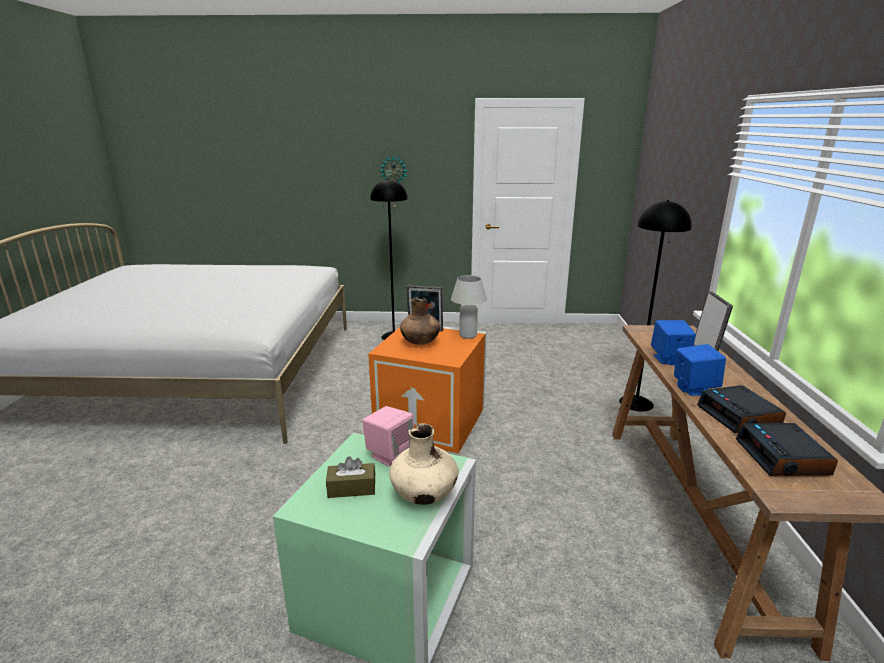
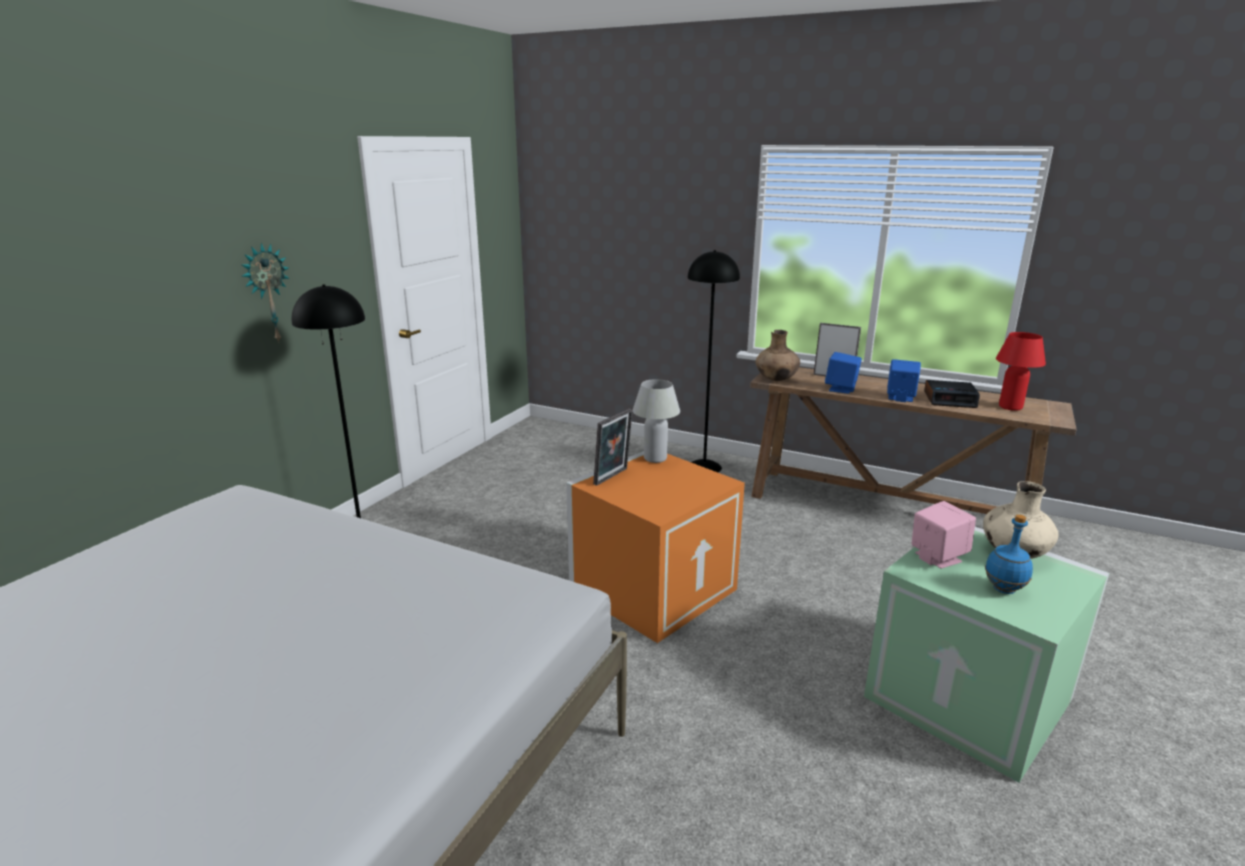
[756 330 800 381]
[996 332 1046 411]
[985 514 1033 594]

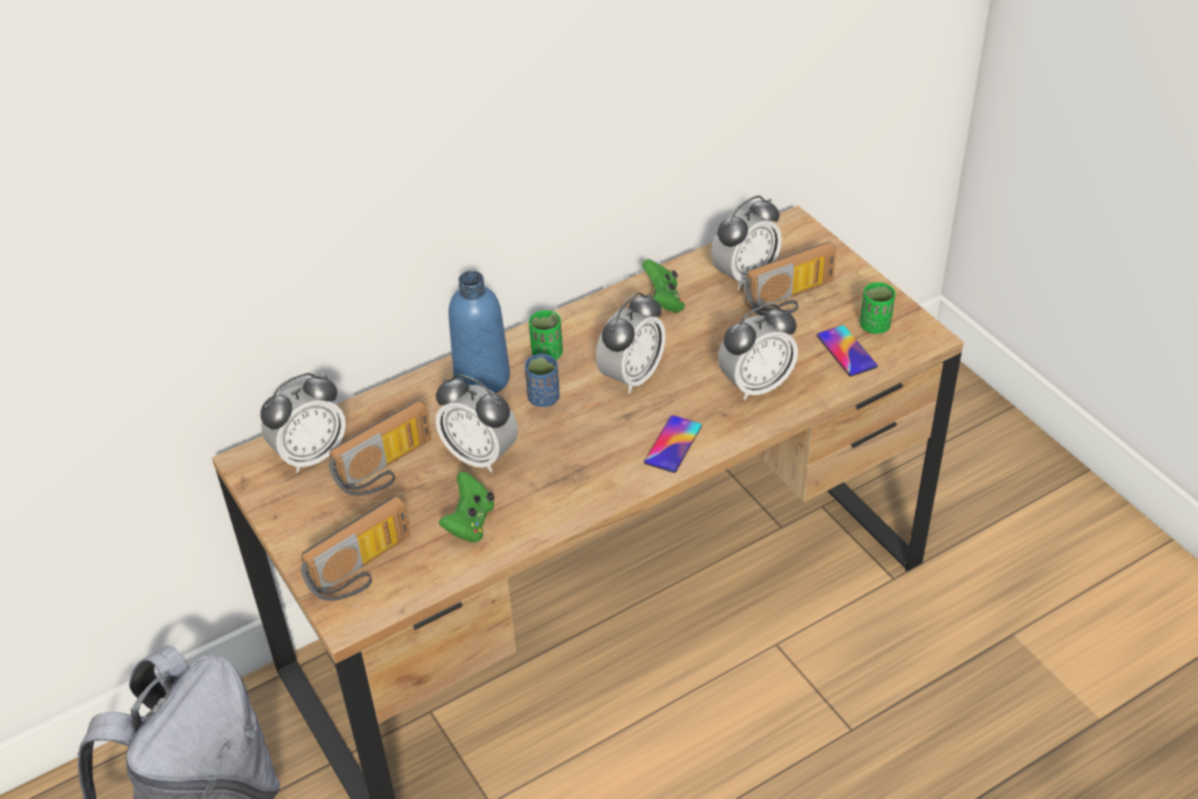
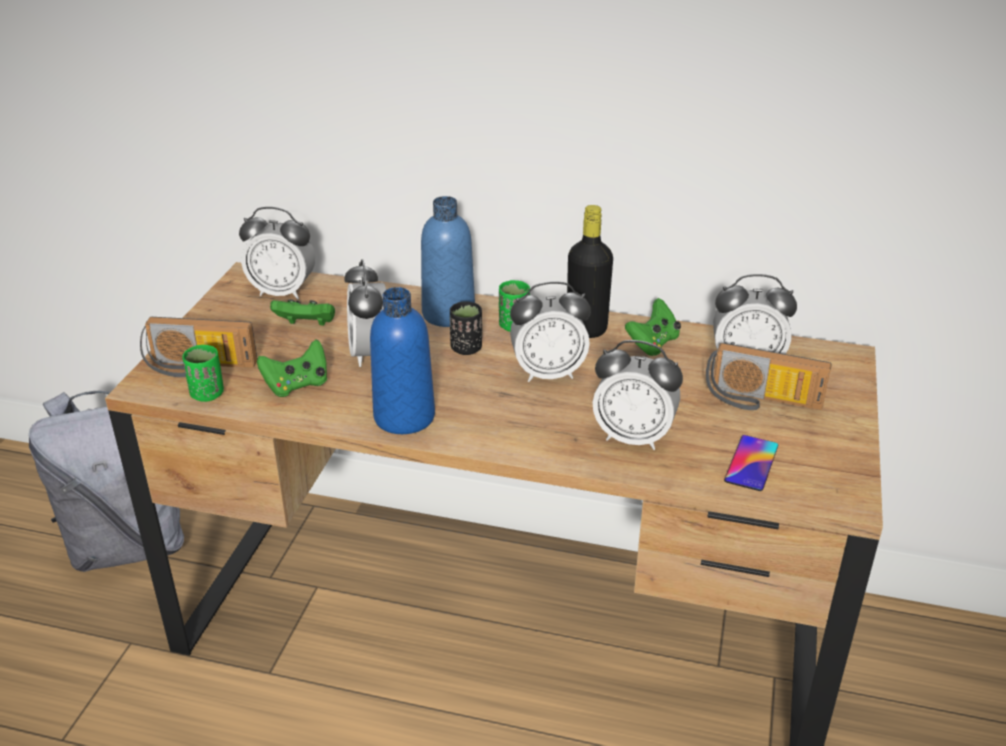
[182 345 224 402]
[450 301 482 355]
[270 299 335 326]
[644 415 702 473] (first image)
[567 205 613 338]
[370 287 435 434]

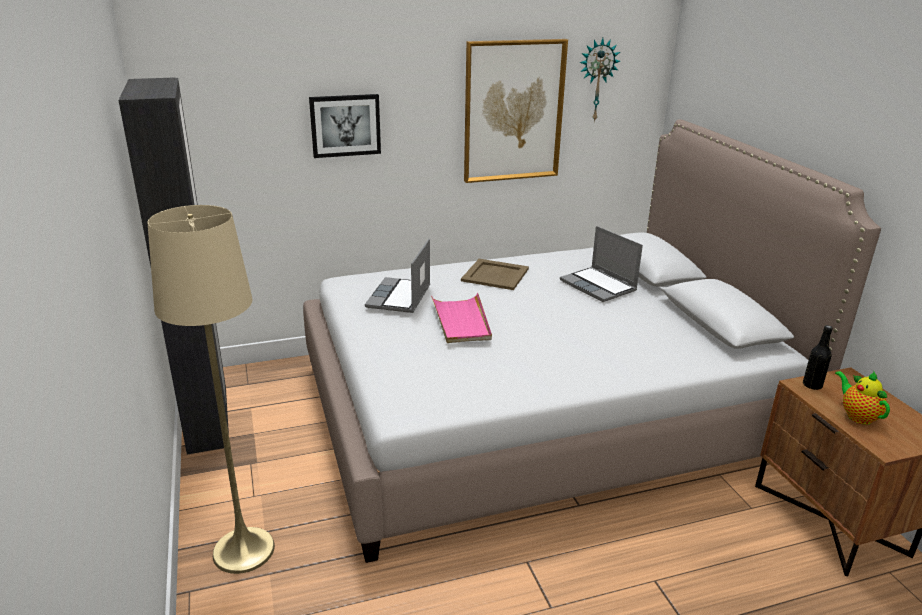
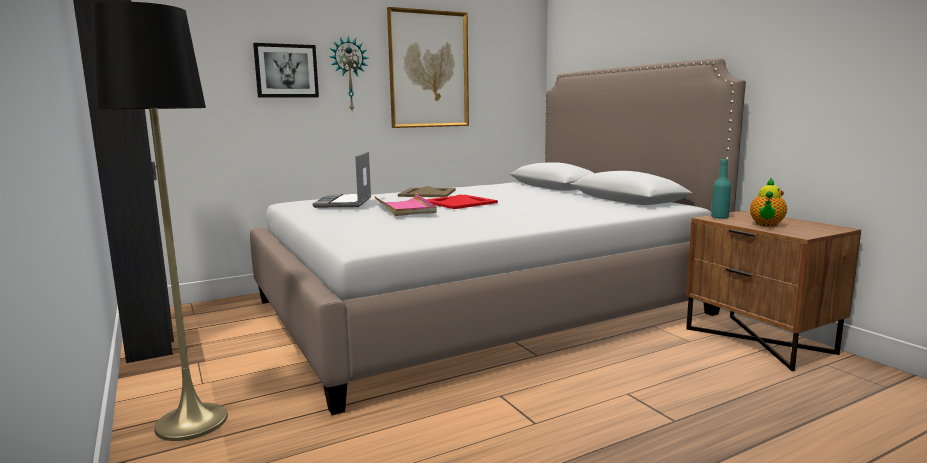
[330 36 368 110]
[93 2 228 441]
[560 226 643 302] (first image)
[711 159 731 219]
[750 178 787 227]
[426 194 498 209]

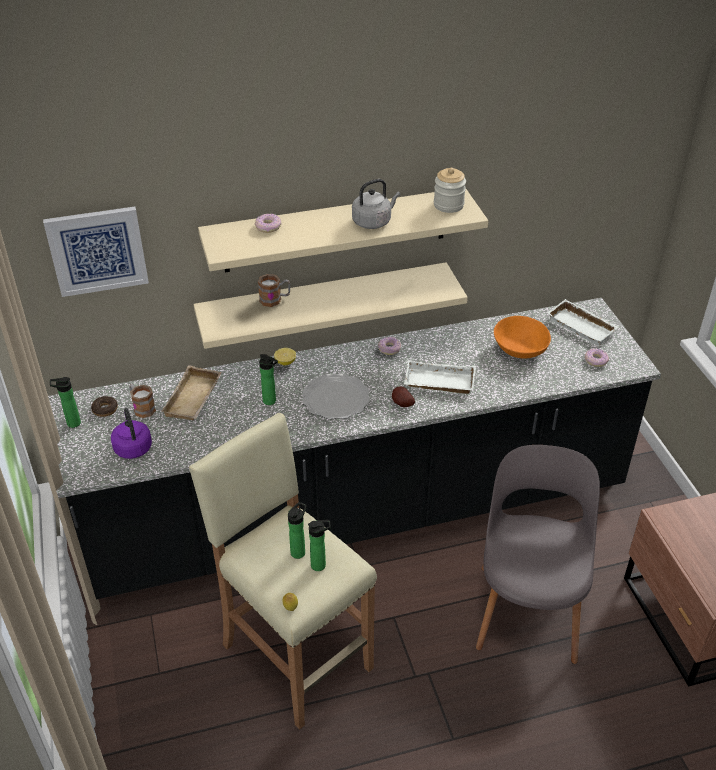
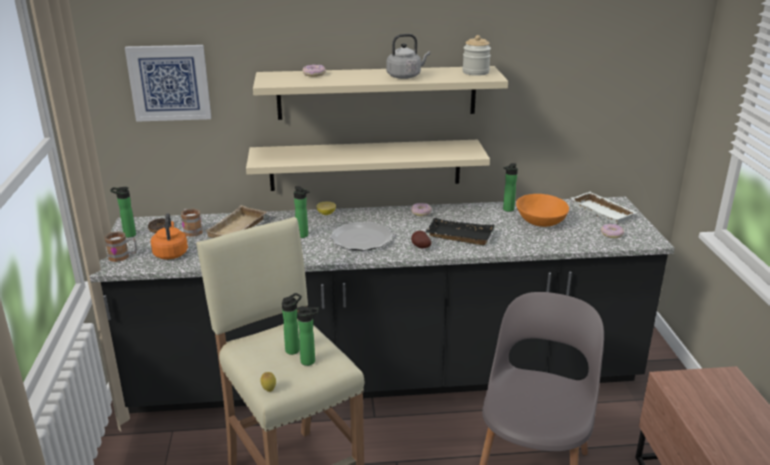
[104 231 137 262]
[426 218 495 245]
[151 213 188 259]
[503 163 518 212]

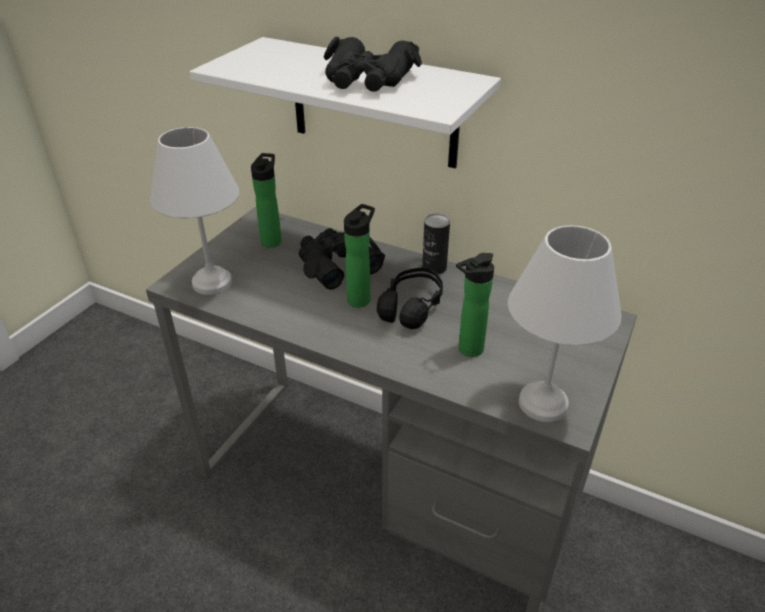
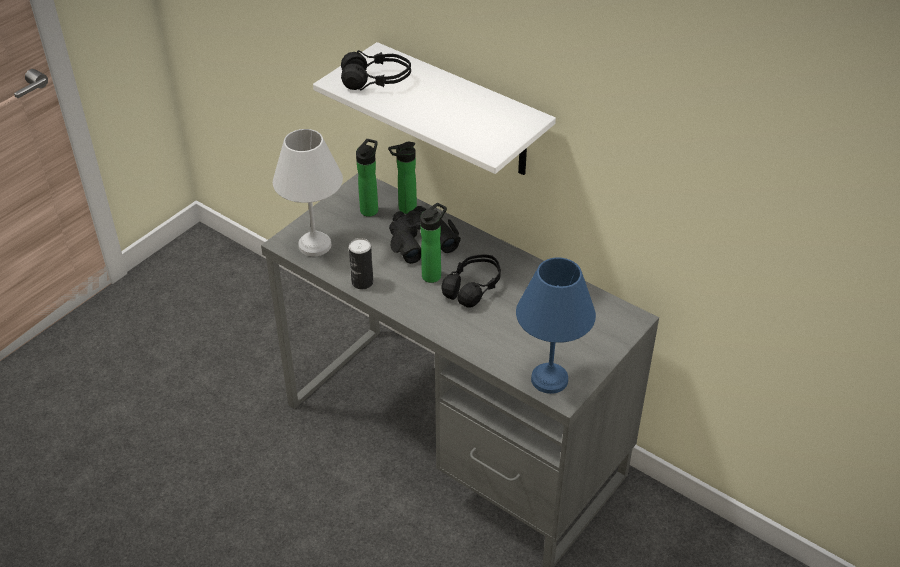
[324 36 422 92] (first image)
[349 238 373 290]
[516 257 596 394]
[388 142 417 214]
[341 50 411 90]

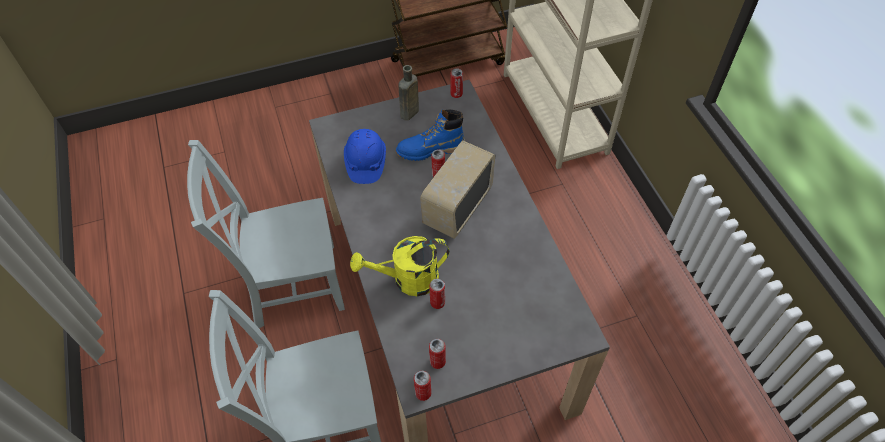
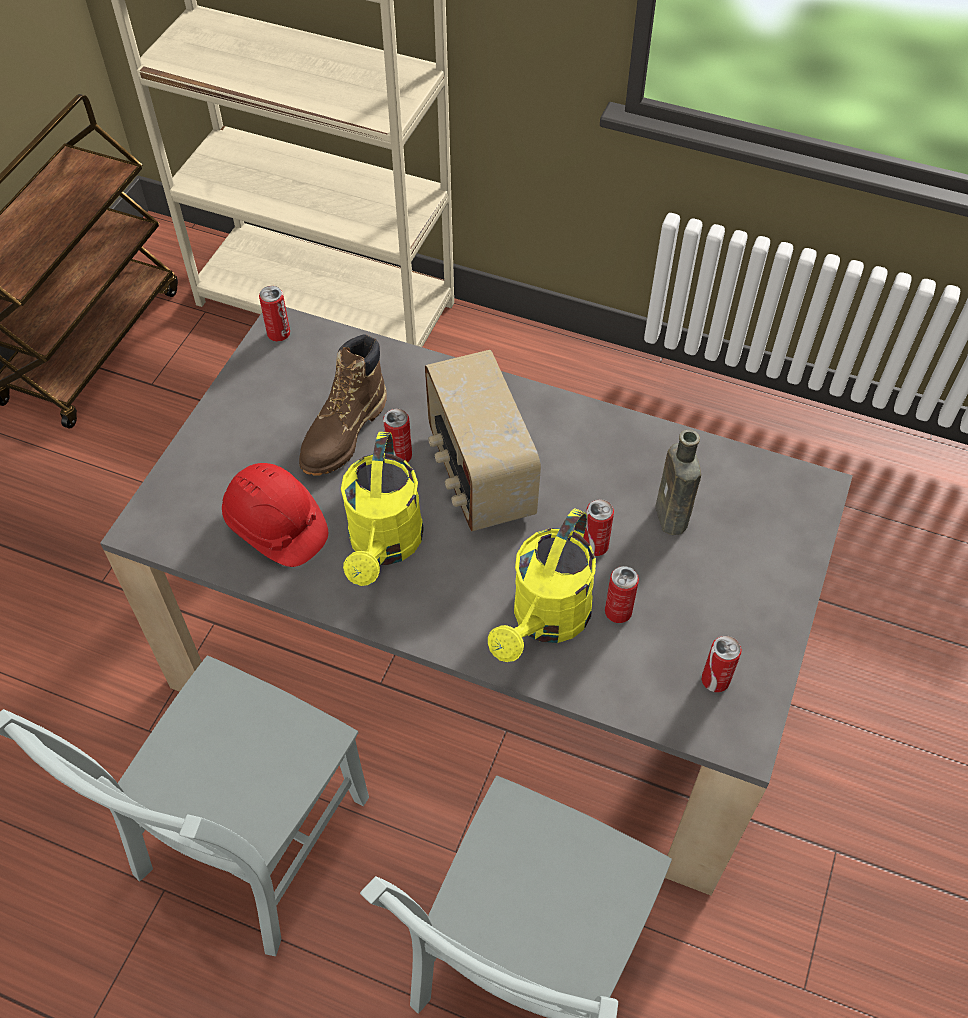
[655 430 701 535]
[299 334 387 476]
[222 463 328 567]
[583 499 614 556]
[341 432 424 586]

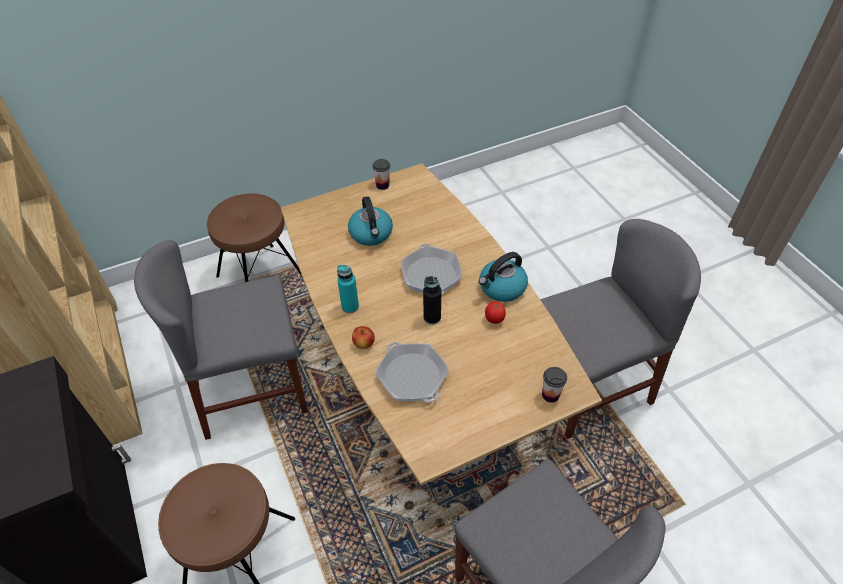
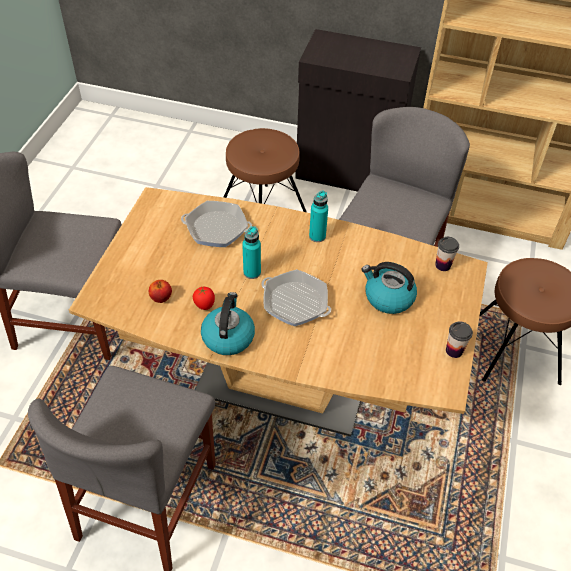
[242 226 261 279]
[149 280 172 303]
[435 237 459 271]

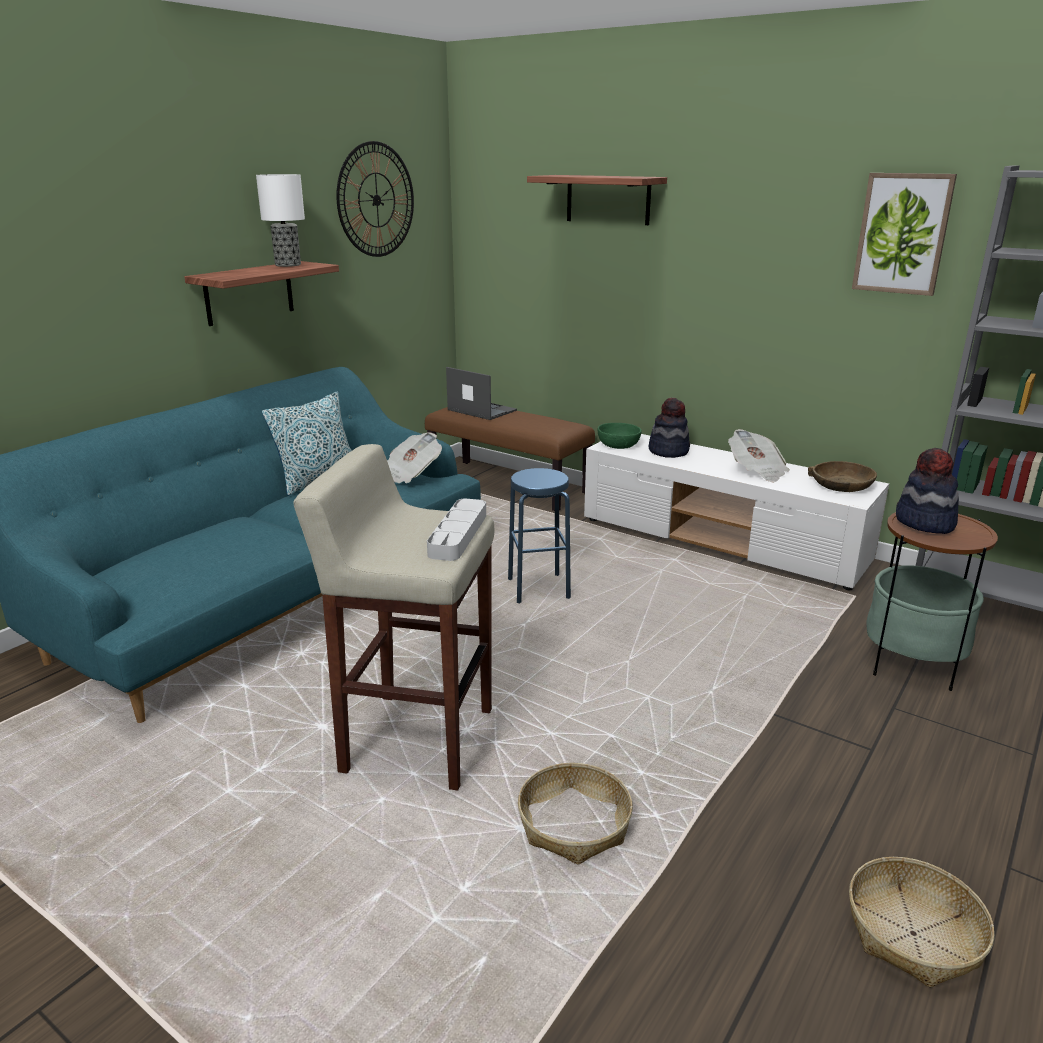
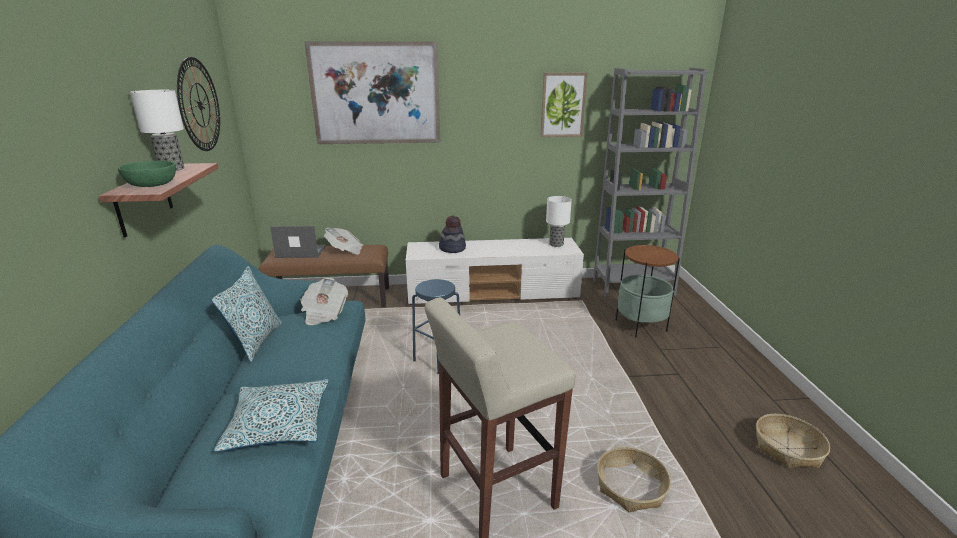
[304 41 440 144]
[118 161 176 187]
[324 228 363 254]
[896 448 959 534] (first image)
[546 196 572 247]
[427 498 486 561] (first image)
[214 379 329 452]

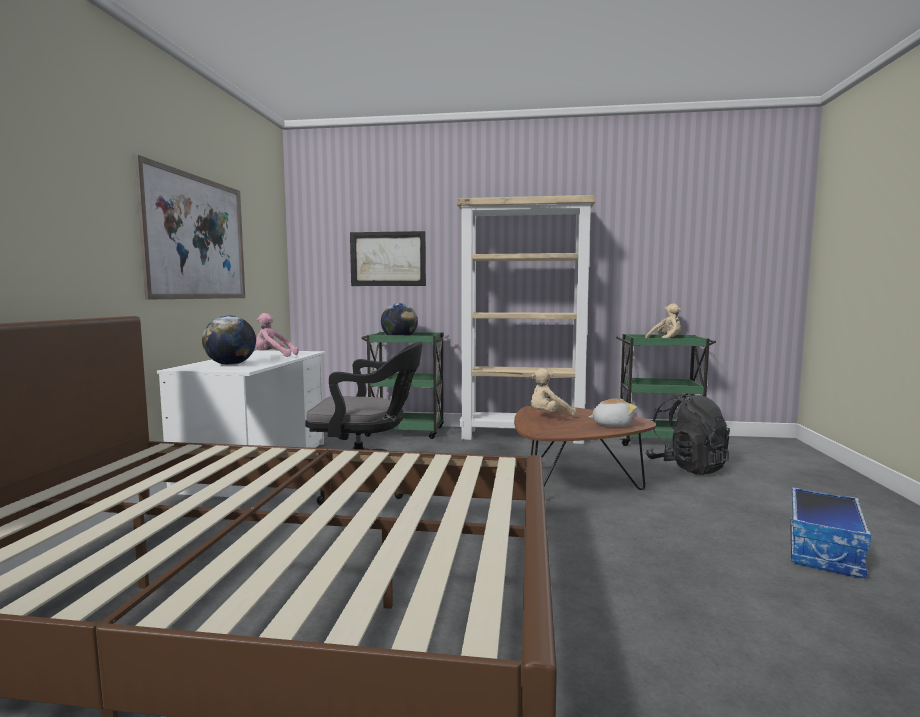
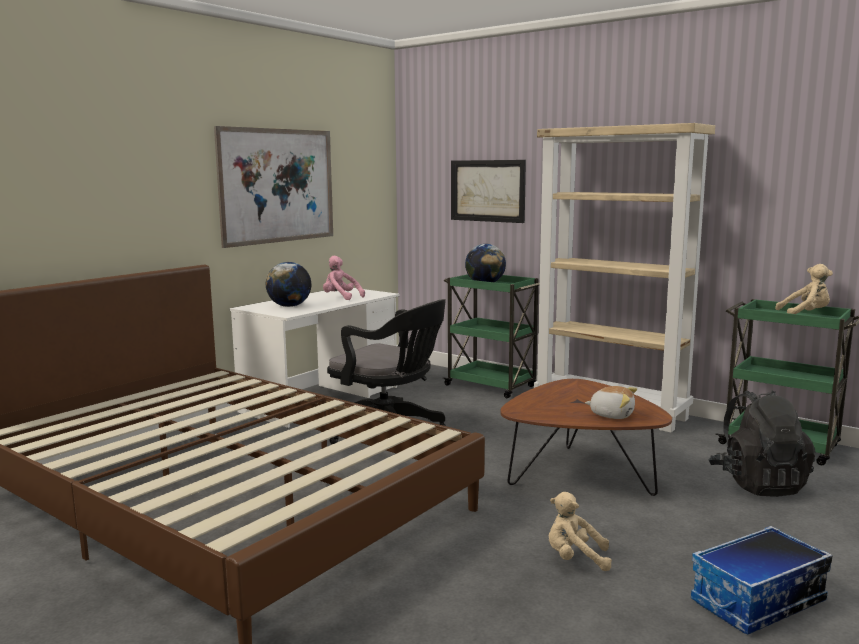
[549 492 612 571]

